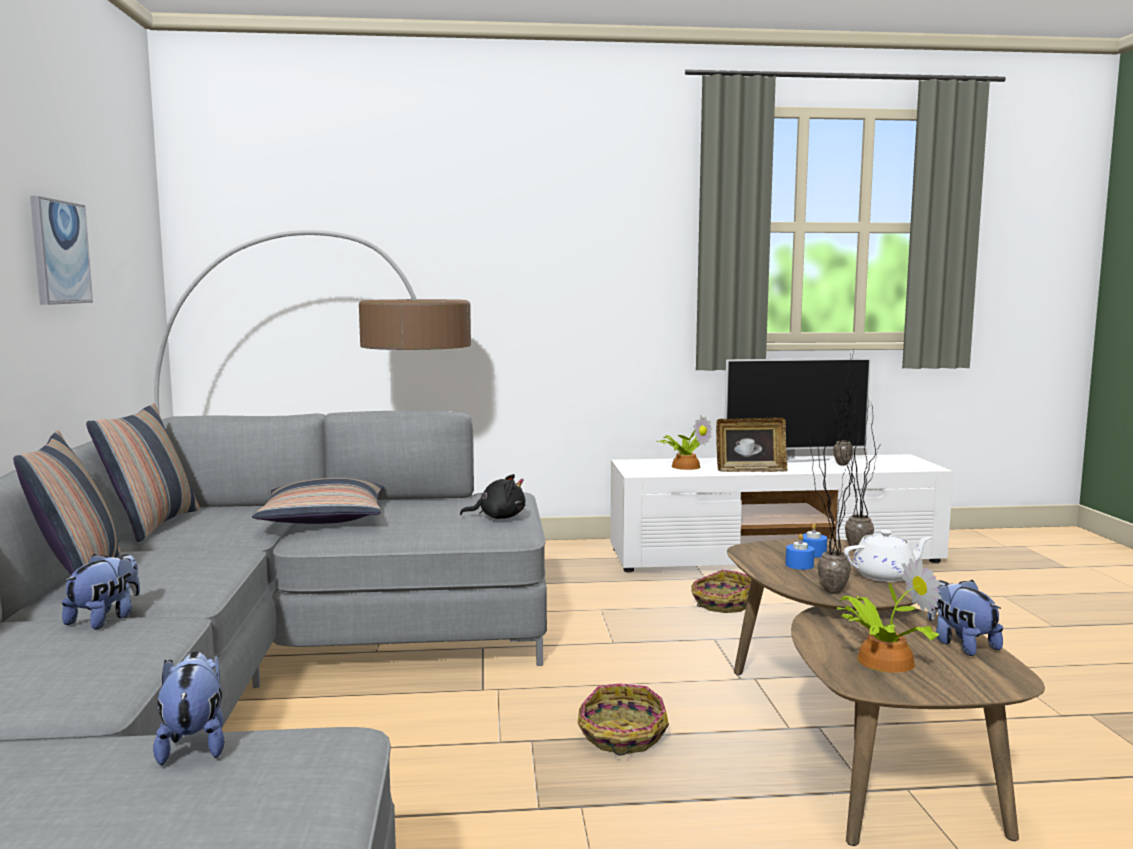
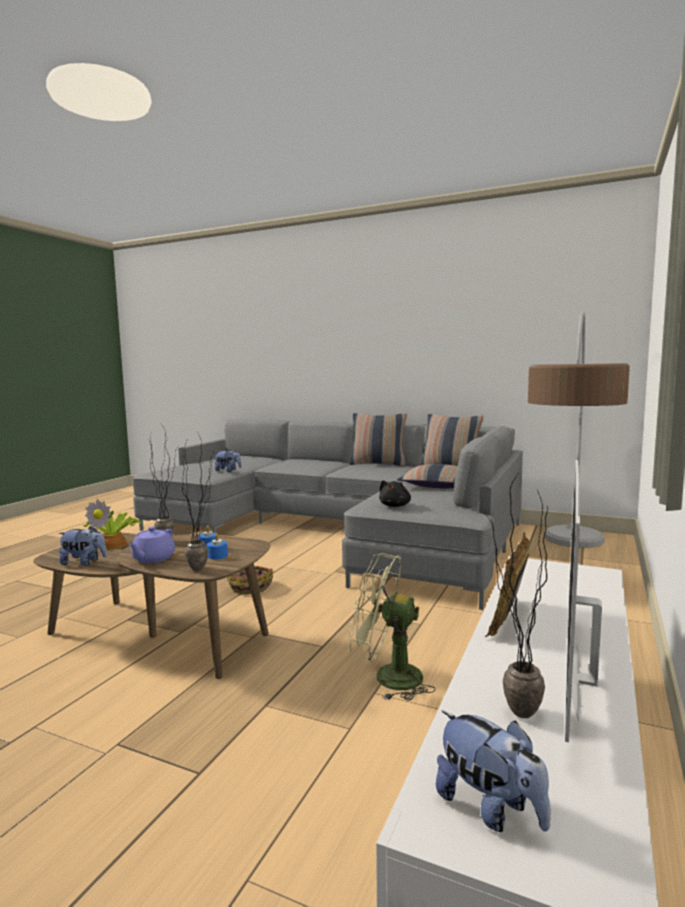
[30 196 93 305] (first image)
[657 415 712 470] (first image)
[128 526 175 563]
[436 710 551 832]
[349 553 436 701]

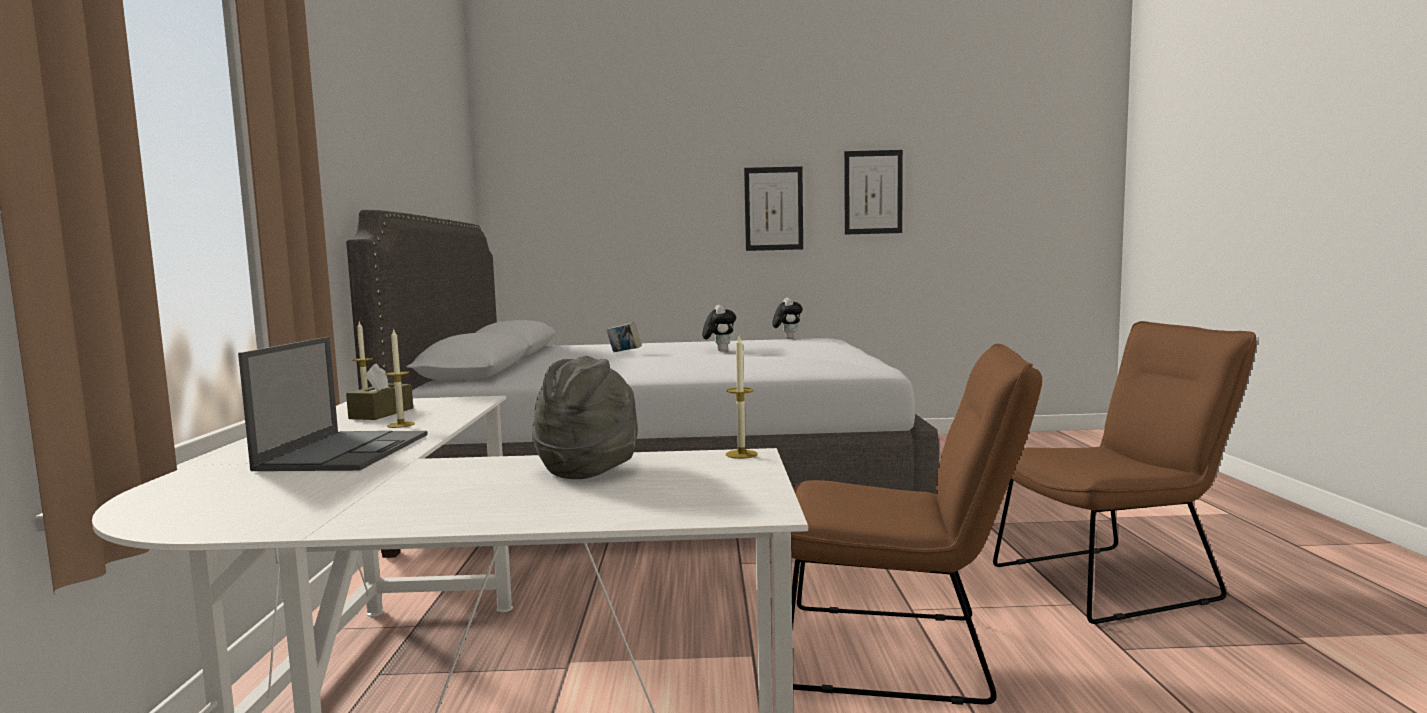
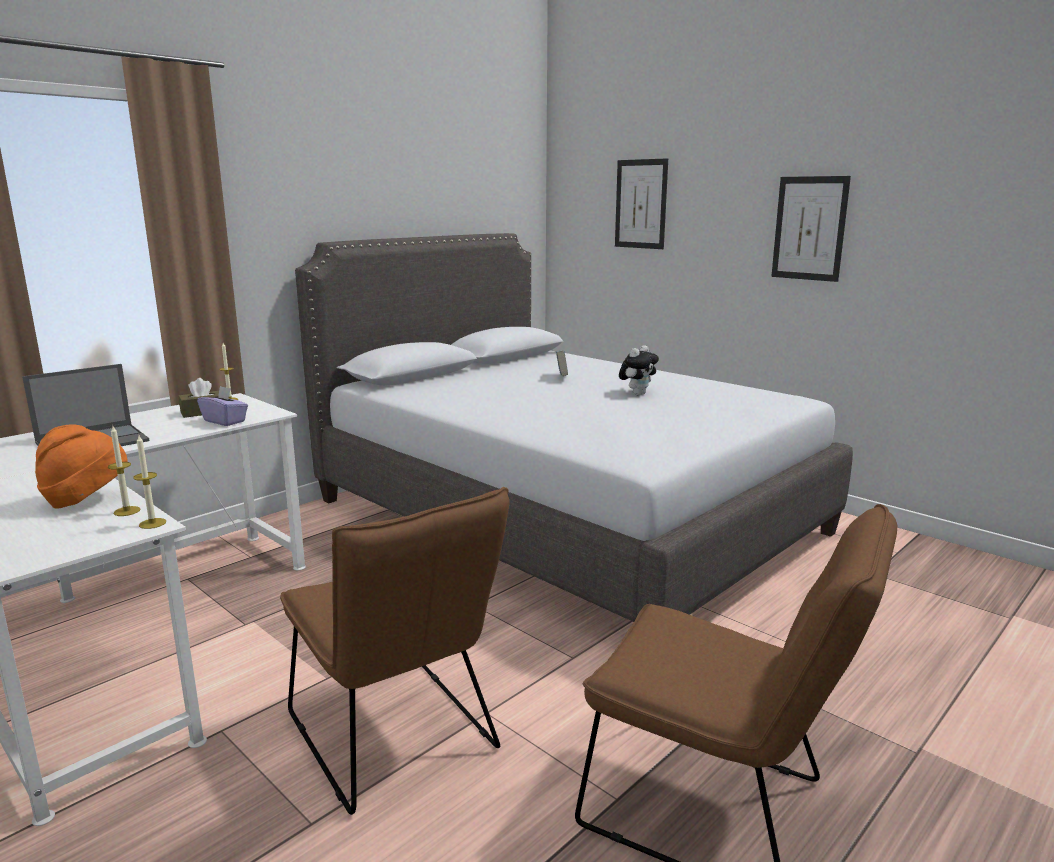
[615 158 668 249]
[772 298 803 339] (first image)
[108 426 140 516]
[35 424 128 509]
[197 386 248 426]

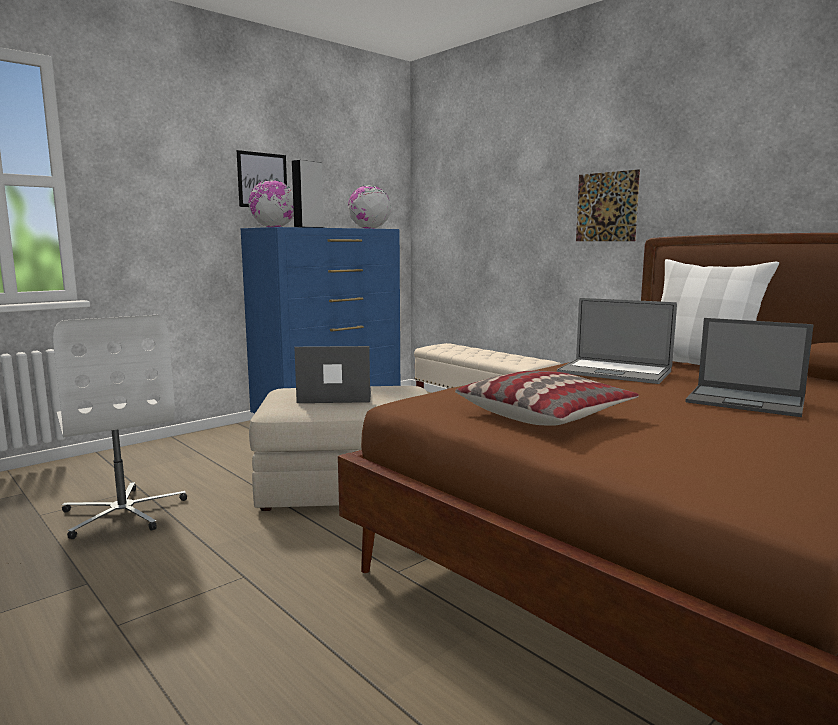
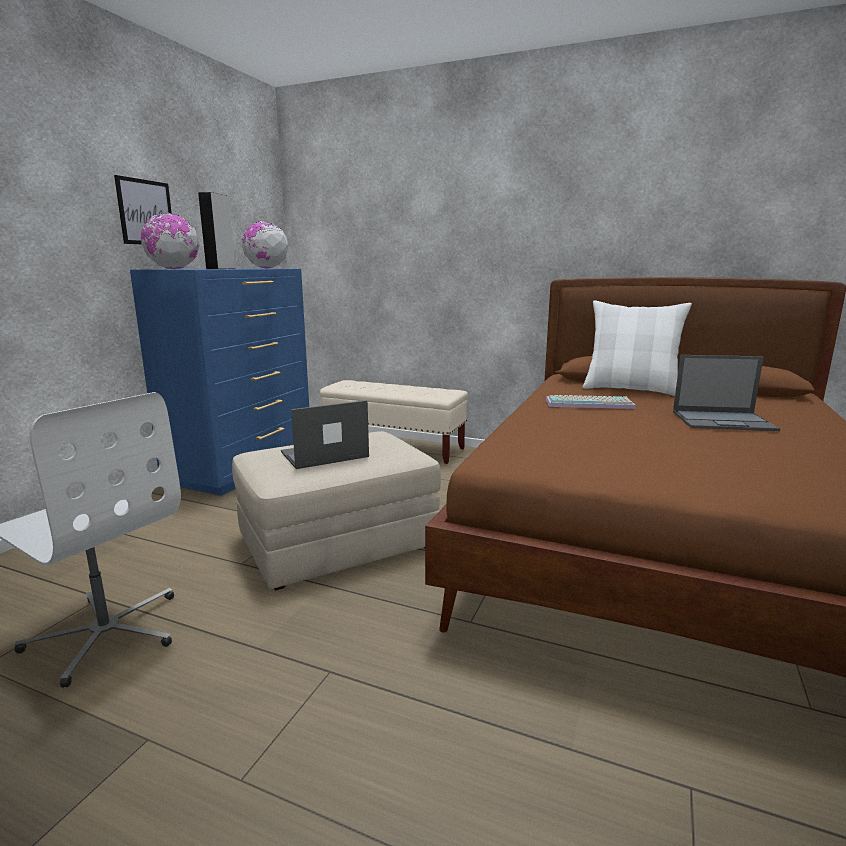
[576 169 640 241] (first image)
[546 395 636 409]
[455 371 639 426] (first image)

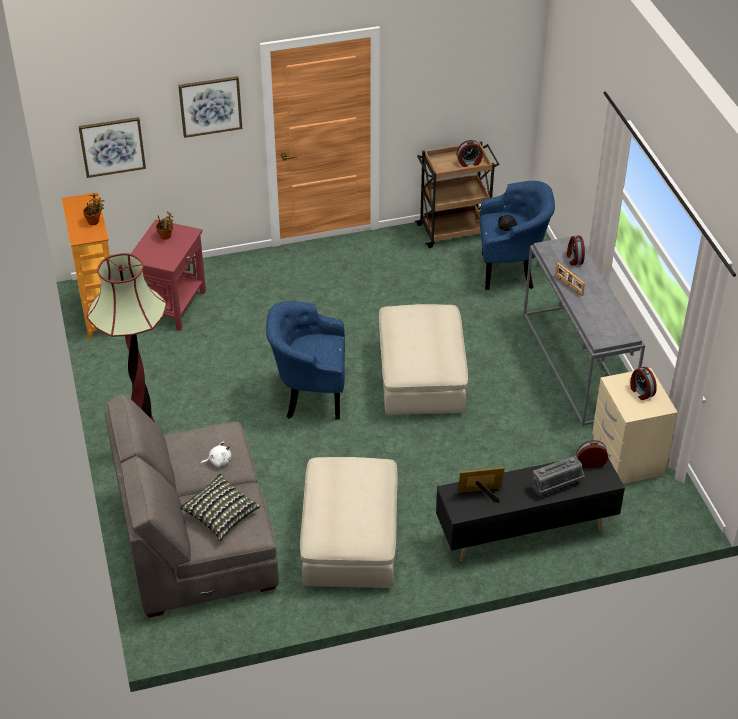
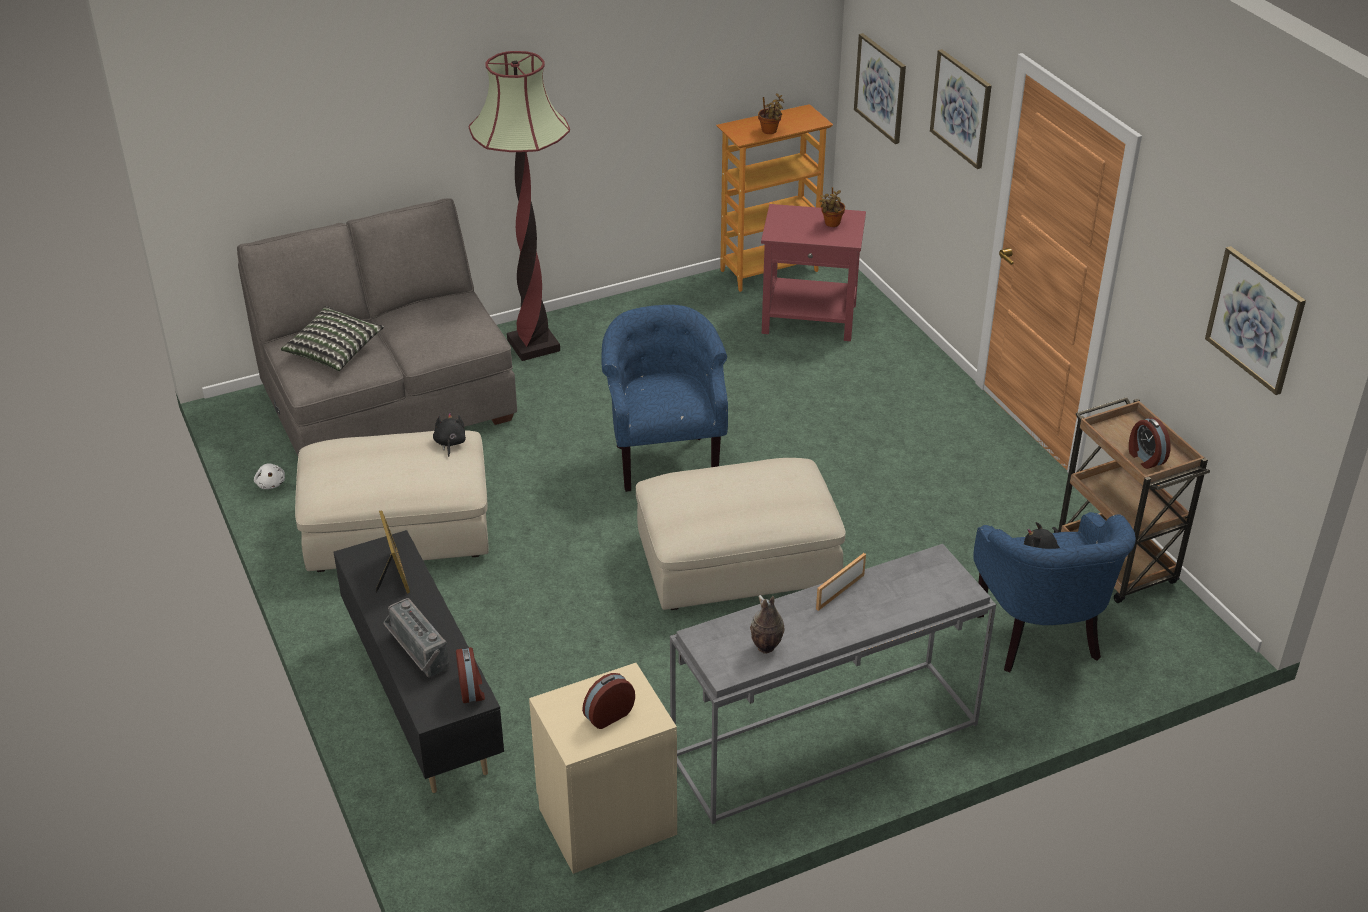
[567 236 585 265] (first image)
[254 464 285 489]
[1205 246 1306 395]
[433 413 466 457]
[750 595 784 654]

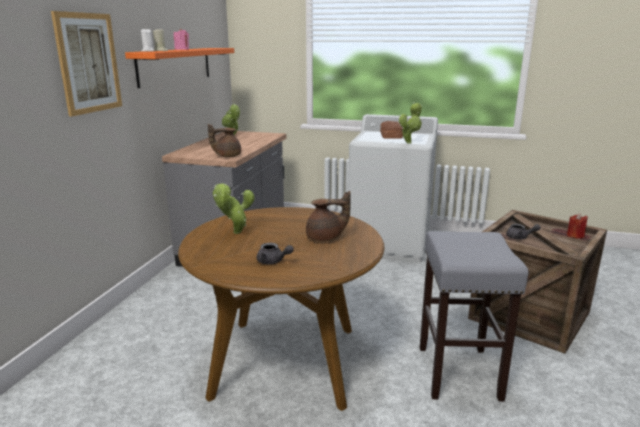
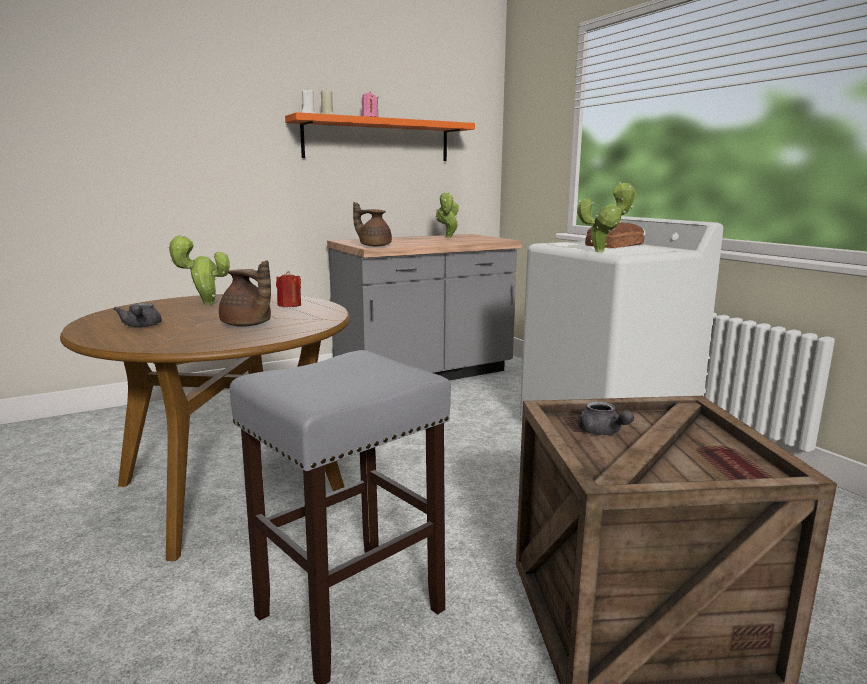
[51 11 122 117] (first image)
[276 271 301 307]

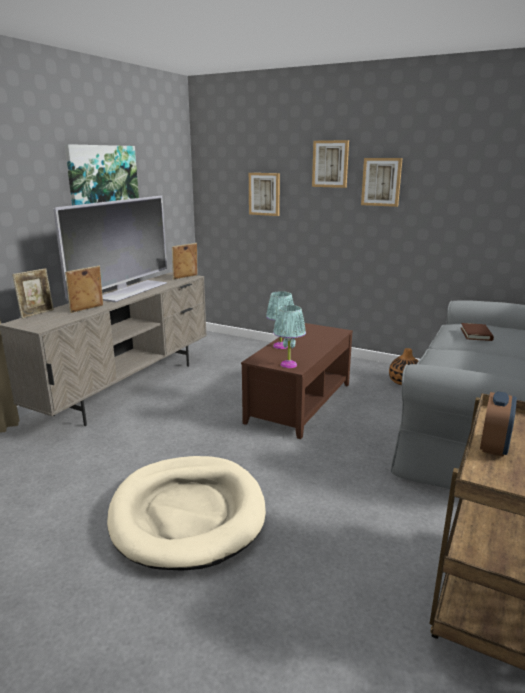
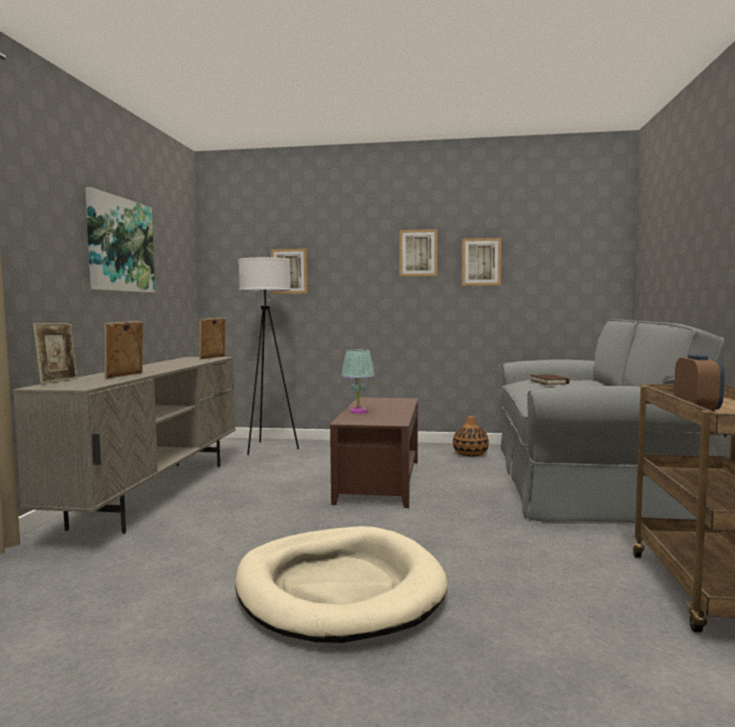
[462 238 501 286]
[53 196 167 302] (first image)
[273 305 306 368] (first image)
[238 258 299 455]

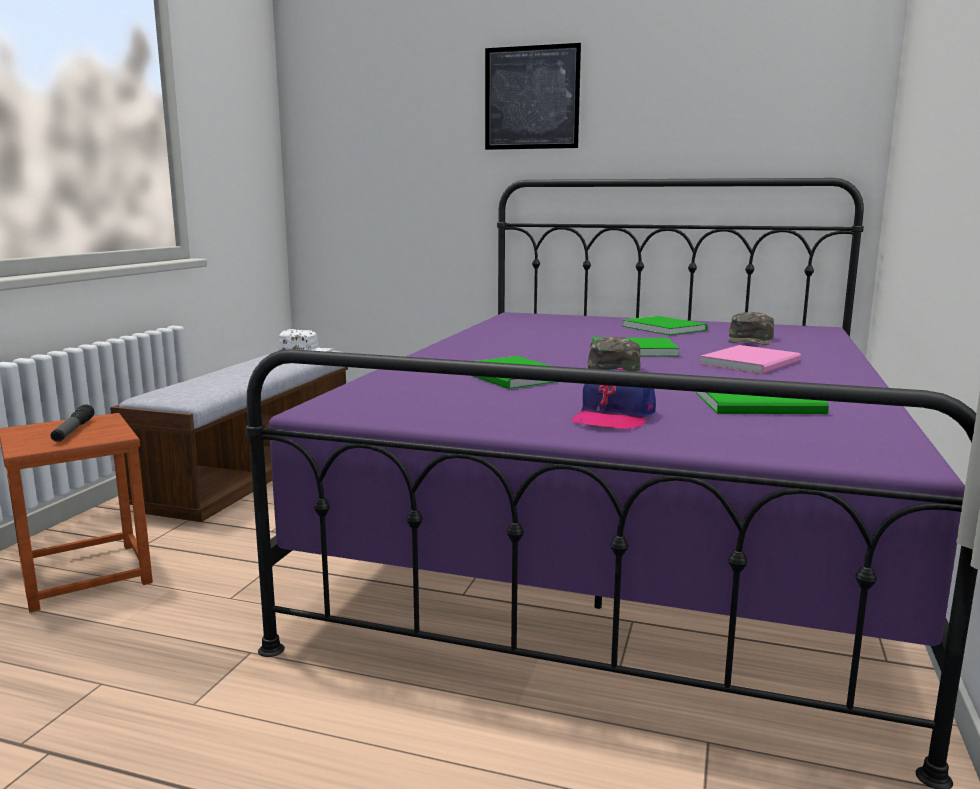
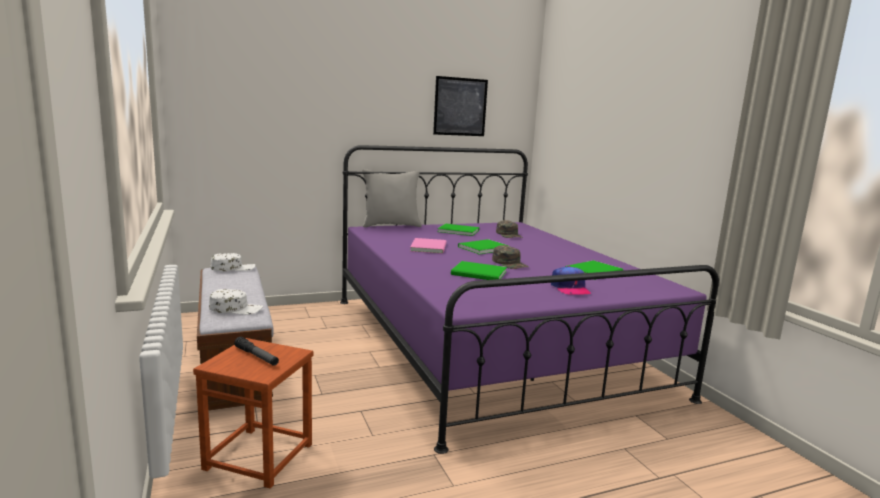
[433 76 488 136]
[410 238 446 254]
[362 169 422 227]
[209 289 263 315]

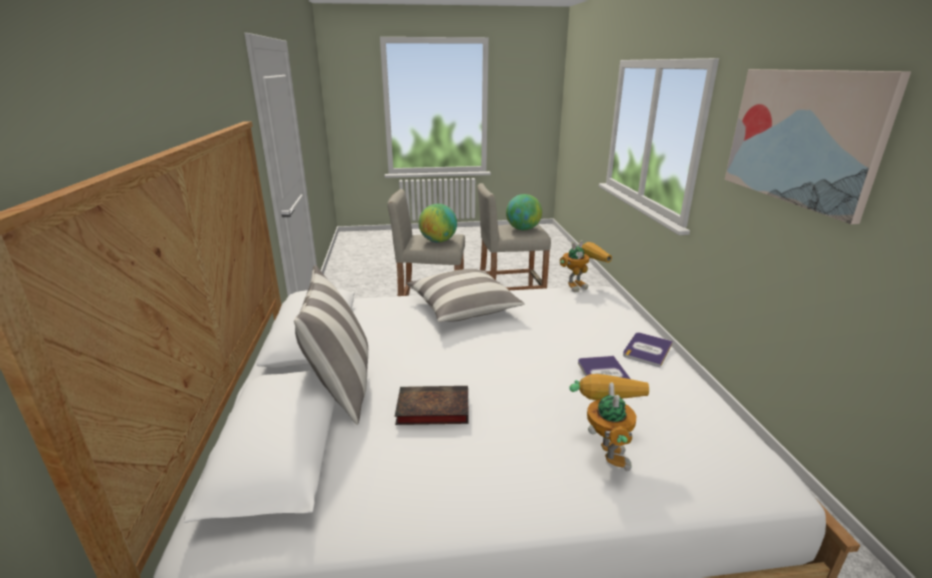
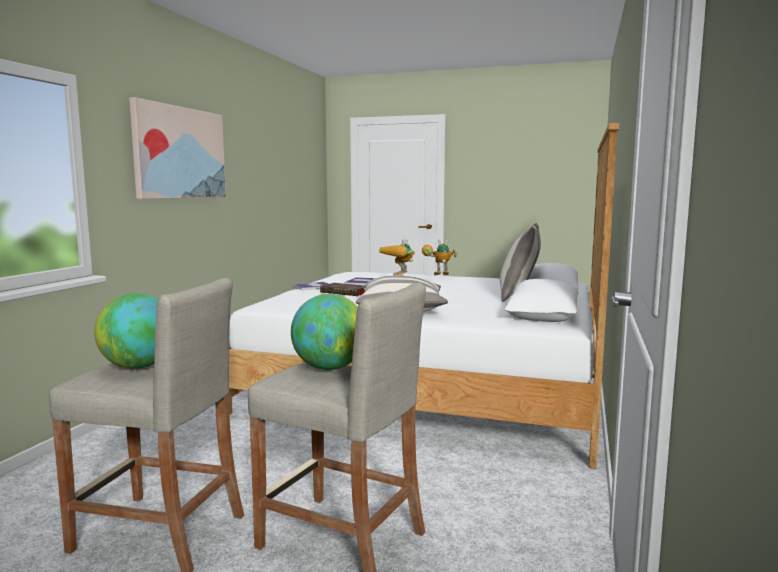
[422 240 458 275]
[320 283 365 296]

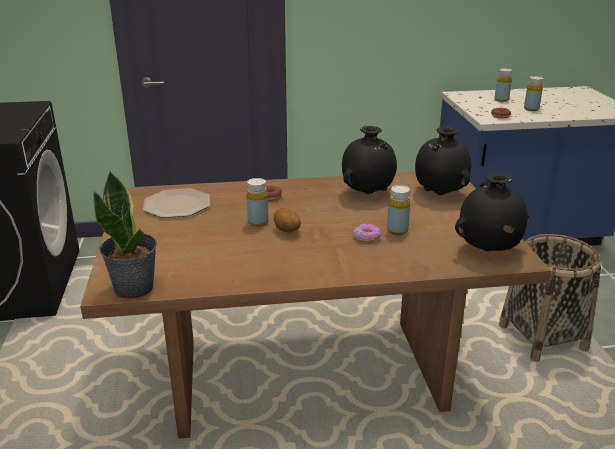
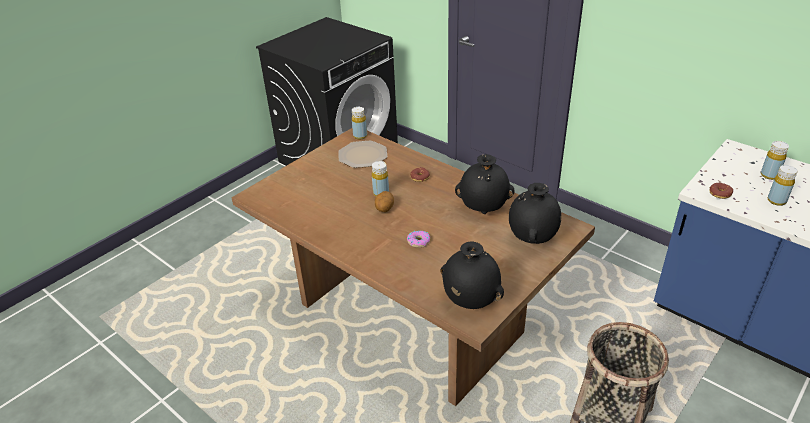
[93 171 157 299] (first image)
[352 107 367 139]

